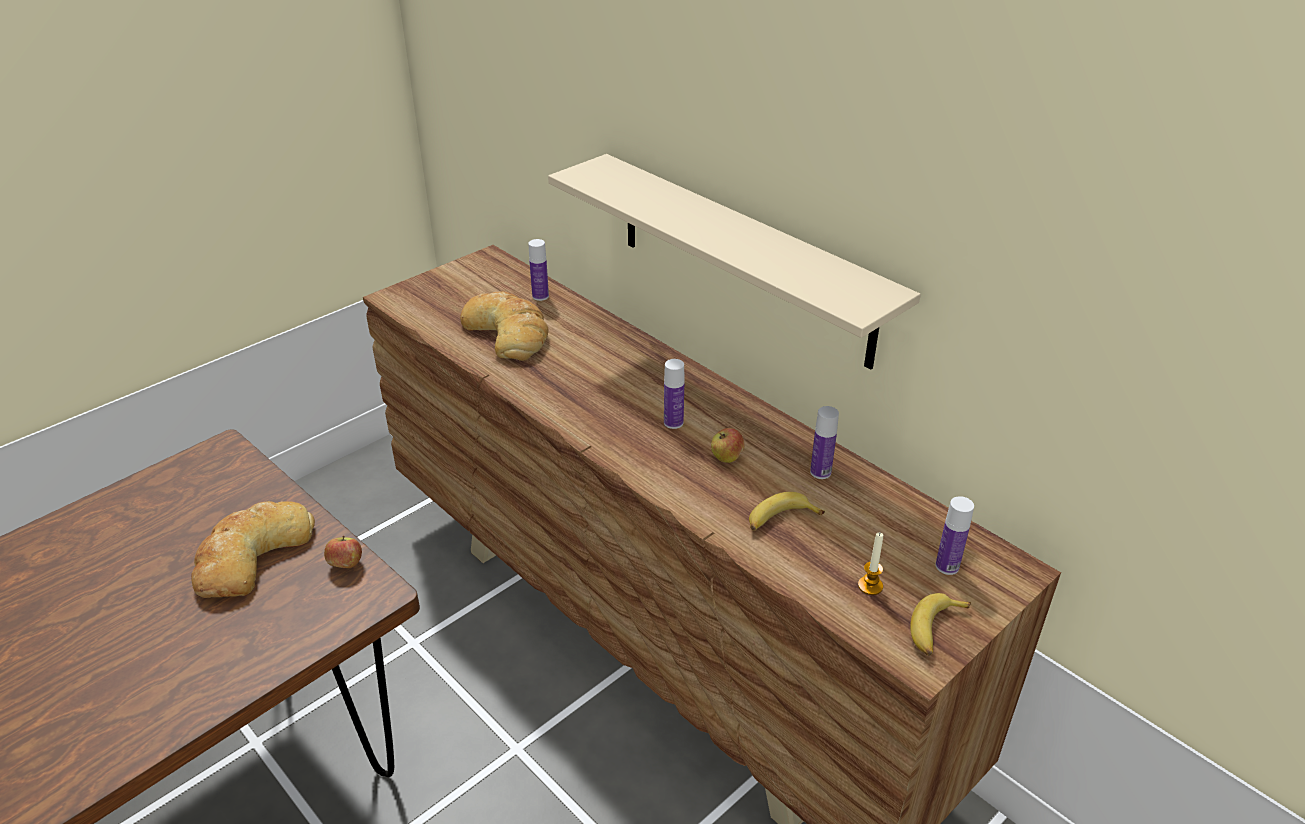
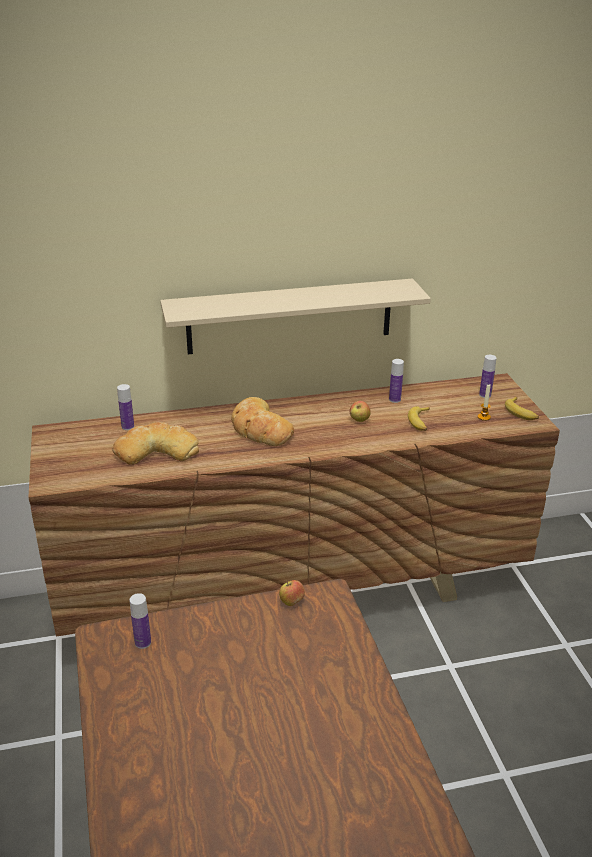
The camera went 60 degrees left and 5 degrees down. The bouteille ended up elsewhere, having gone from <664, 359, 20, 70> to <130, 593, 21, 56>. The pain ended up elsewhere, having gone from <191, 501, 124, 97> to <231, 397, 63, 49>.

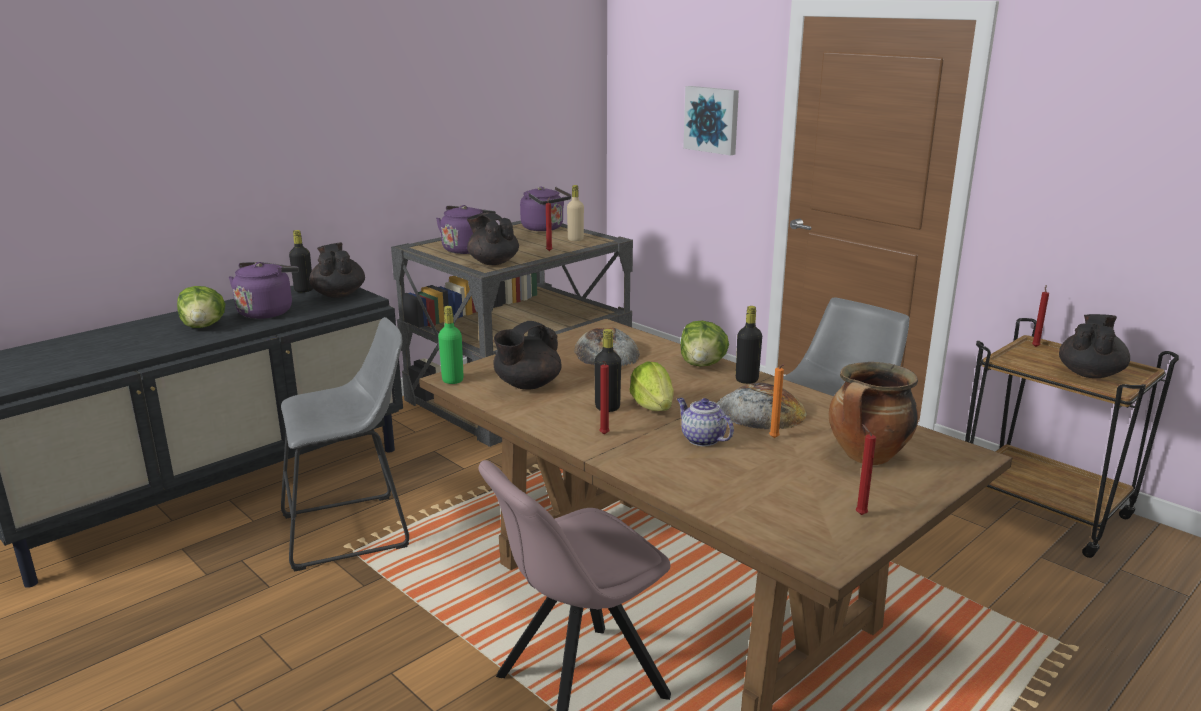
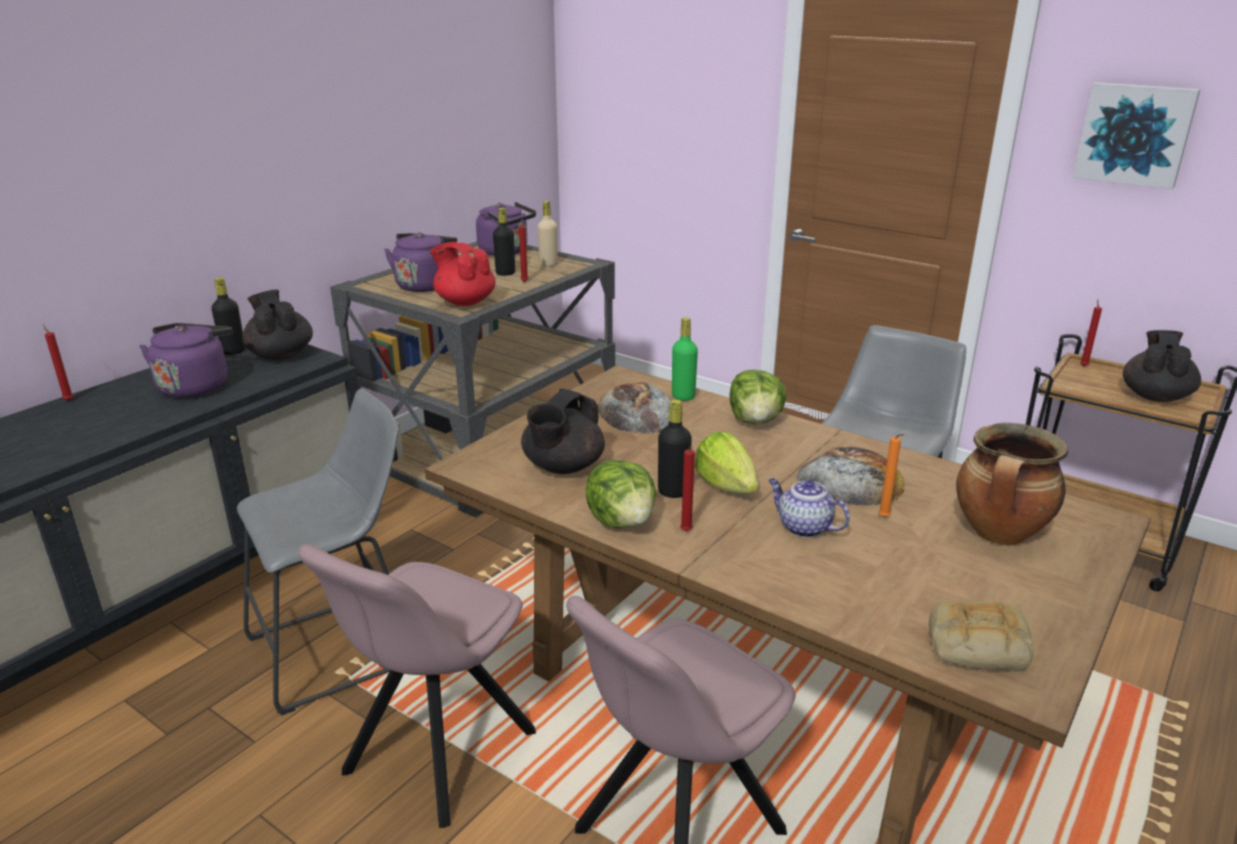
The camera went 10 degrees left and 5 degrees up. The tableau ended up elsewhere, having gone from <683, 86, 56, 70> to <1073, 82, 127, 107>. What was the théière [noir] at <467, 213, 52, 52> turned into the théière [rouge] at <430, 242, 65, 64>. The laitue ended up elsewhere, having gone from <177, 286, 48, 42> to <586, 460, 70, 68>. The bouteille [vert] ended up elsewhere, having gone from <438, 306, 26, 78> to <672, 317, 26, 84>. The bouteille [noir] ended up elsewhere, having gone from <736, 306, 26, 78> to <493, 208, 22, 68>. The bougie [rouge] ended up elsewhere, having gone from <856, 424, 20, 91> to <42, 324, 31, 77>. The second view gained the chaise [rose] at <298, 544, 238, 284>. The second view gained the pain at <929, 601, 104, 70>.

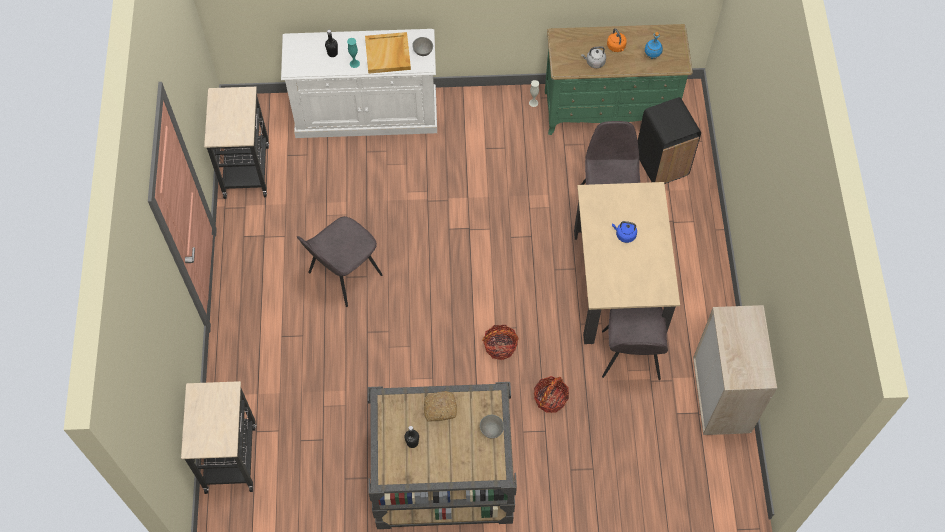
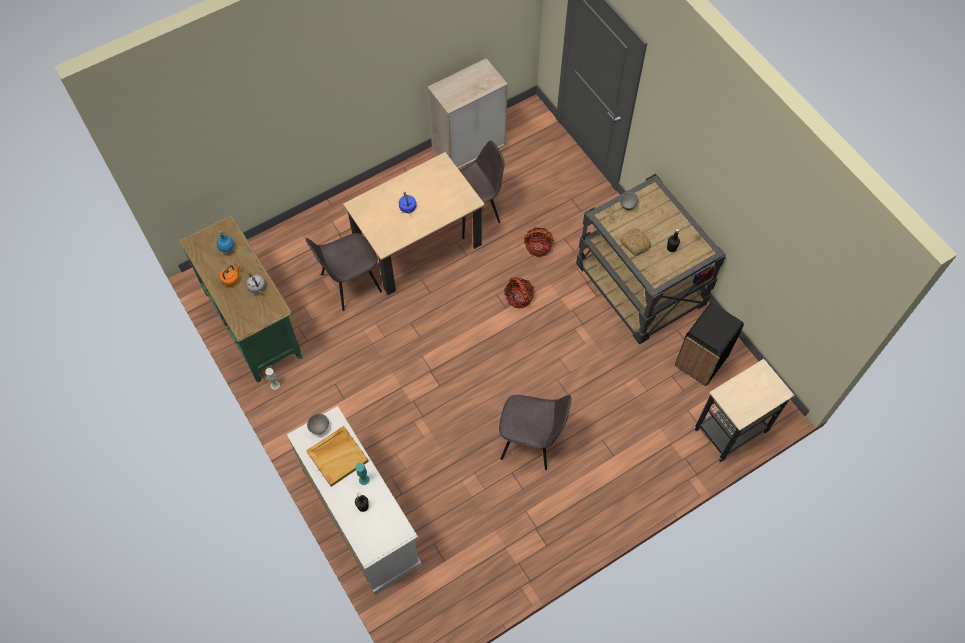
The camera went 120 degrees left and 0 degrees up. The second view lost the chariot at <204, 87, 66, 112>. The poubelle [noir] ended up elsewhere, having gone from <638, 97, 63, 87> to <675, 303, 69, 83>.

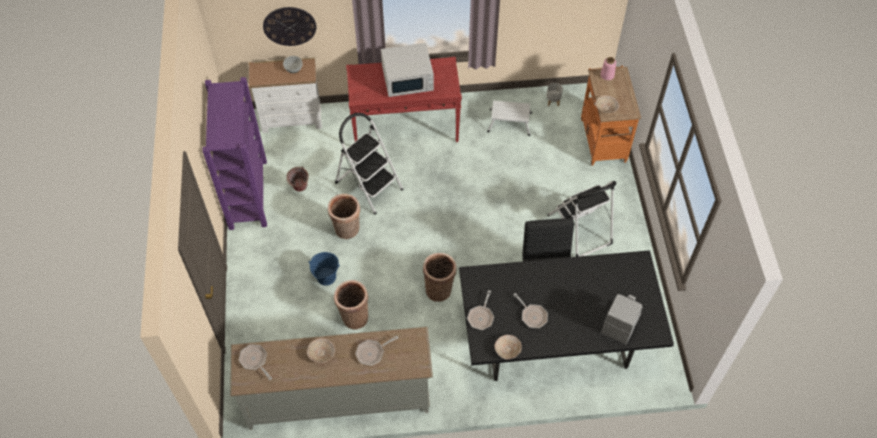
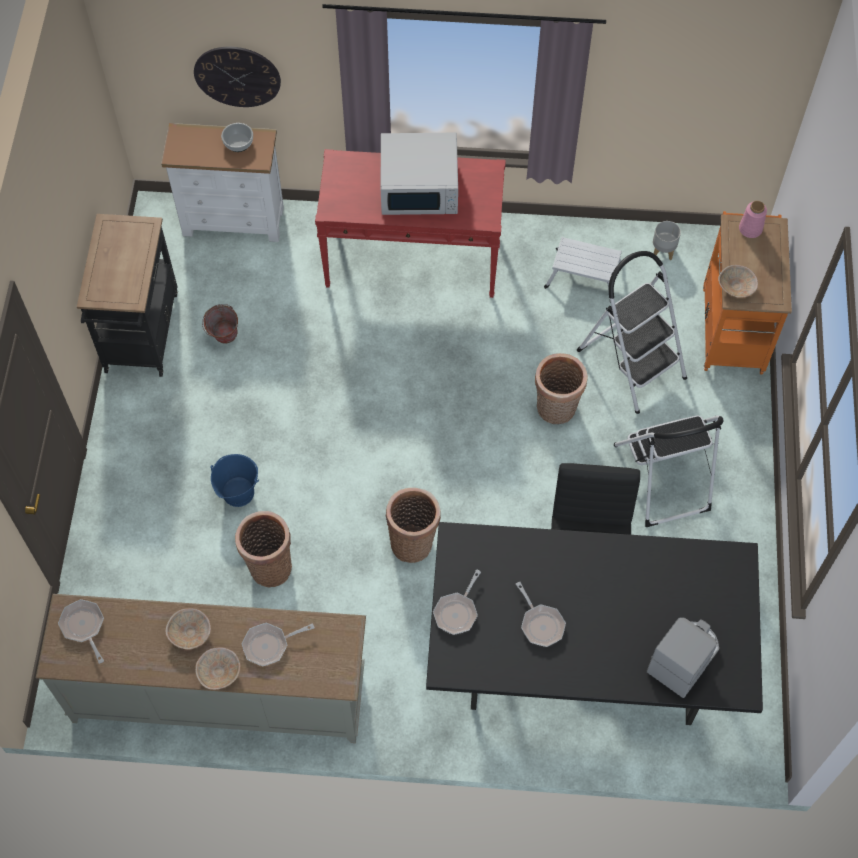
The camera went 10 degrees right and 5 degrees up. Where the bibliothèque [violet] stood at <202, 77, 65, 153>, the chariot [noir] came to stand at <77, 214, 101, 163>. The escabeau ended up elsewhere, having gone from <335, 113, 68, 101> to <577, 251, 110, 163>. The panier ended up elsewhere, having gone from <328, 194, 32, 45> to <535, 353, 53, 71>. The bol [beige] ended up elsewhere, having gone from <495, 335, 27, 24> to <195, 647, 45, 43>.

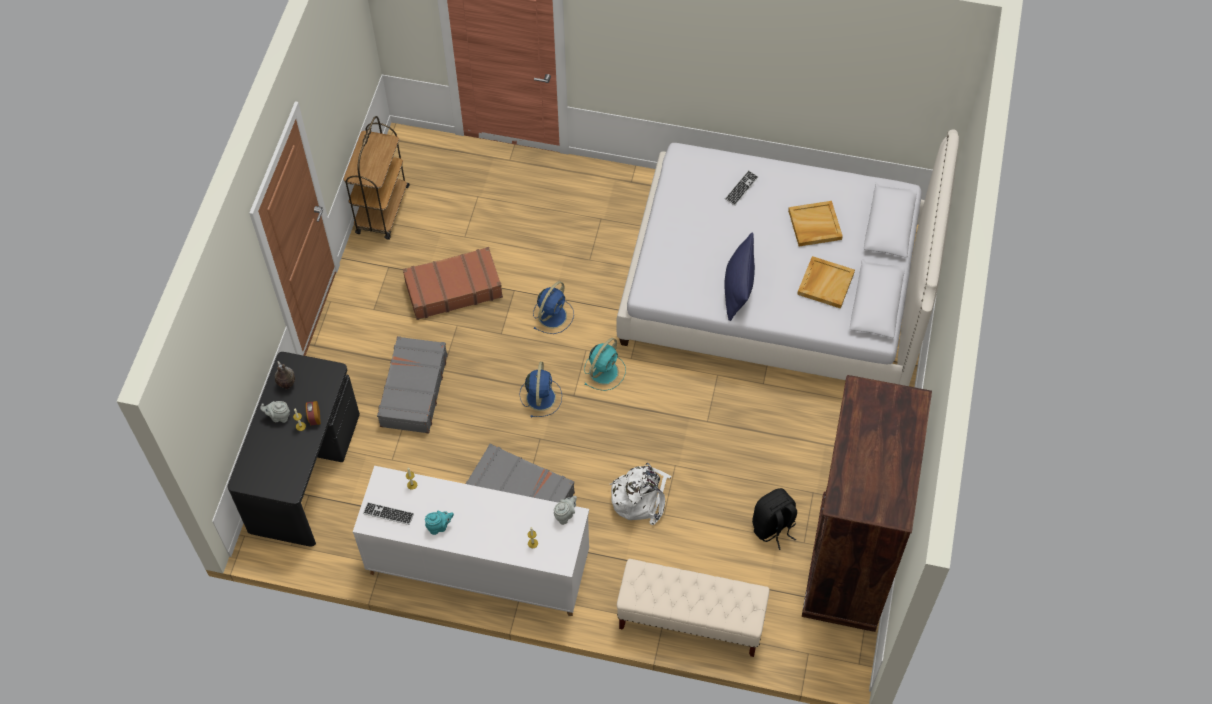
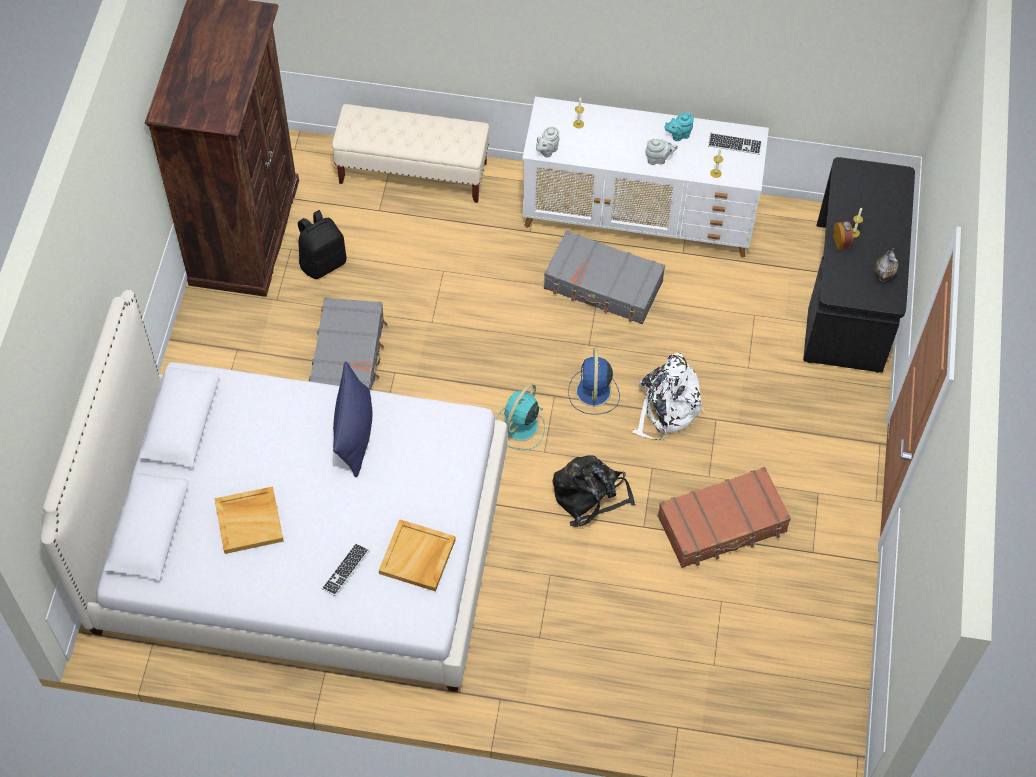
The camera went 175 degrees right and 0 degrees up. The second view lost the chariot [marron] at <343, 116, 66, 124>. The plateau [beige] ended up elsewhere, having gone from <797, 256, 58, 53> to <379, 519, 77, 72>. Where the ventilateur [bleu] stood at <533, 281, 41, 53>, the sac à dos [noir] came to stand at <553, 455, 82, 72>. The valise [gris] ended up elsewhere, having gone from <377, 336, 71, 97> to <309, 297, 78, 93>. The théière [gris] ended up elsewhere, having gone from <260, 401, 30, 22> to <645, 139, 33, 26>. The sac à dos [blanc] ended up elsewhere, having gone from <609, 463, 63, 62> to <632, 353, 73, 88>.

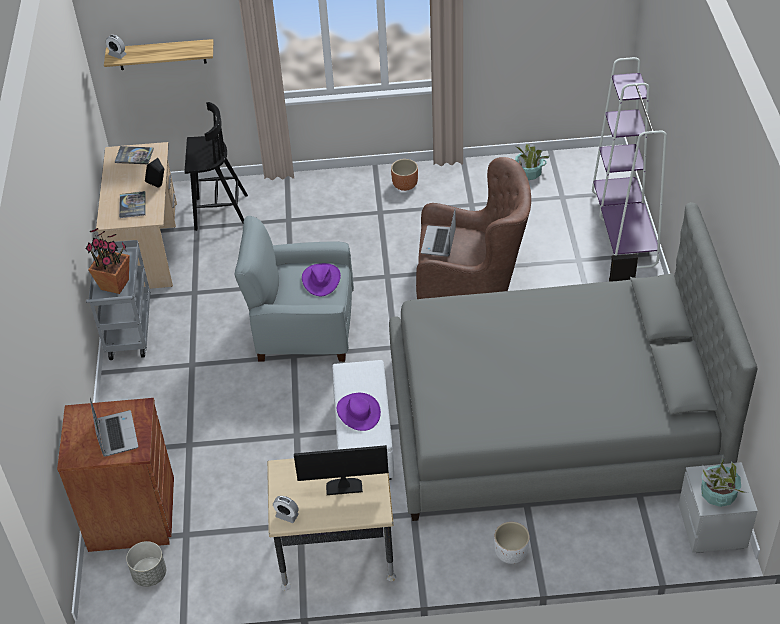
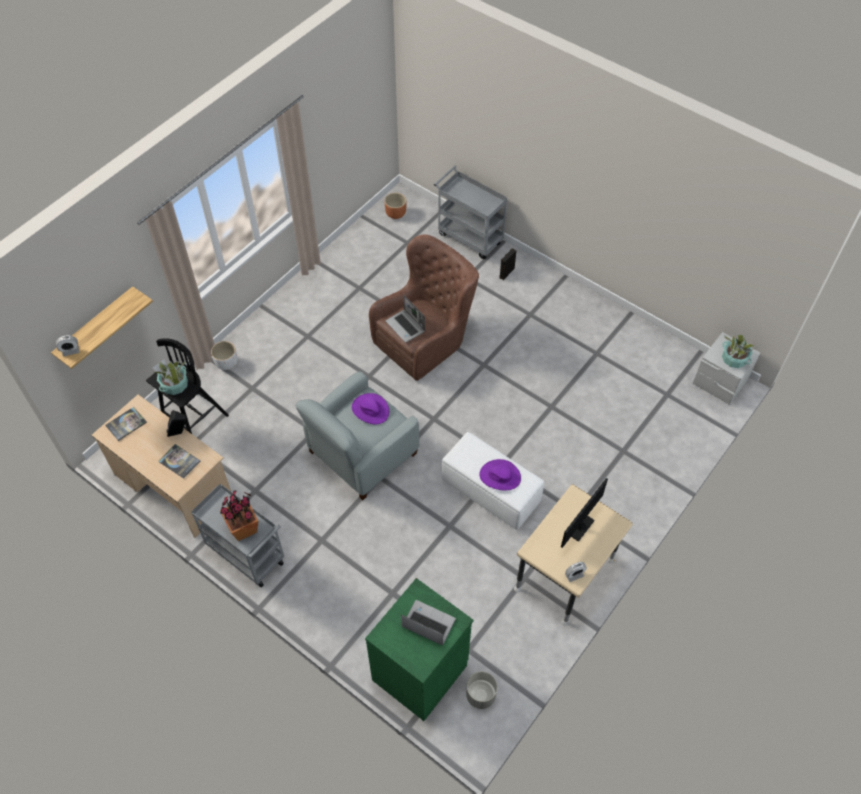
The camera went 50 degrees left and 10 degrees up. Where the portant [violet] stood at <592, 57, 75, 211>, the chariot [gris] came to stand at <434, 165, 73, 94>. The plante en pot ended up elsewhere, having gone from <515, 144, 35, 36> to <152, 360, 36, 35>. The cache-pot [marron] ended up elsewhere, having gone from <391, 159, 27, 32> to <385, 193, 22, 26>. The second view lost the lit [gris] at <389, 202, 369, 319>. What was the commode [marron] at <57, 398, 117, 154> turned into the commode [vert] at <365, 578, 108, 143>. The cache-pot [blanc] ended up elsewhere, having gone from <494, 522, 36, 42> to <211, 341, 26, 29>.

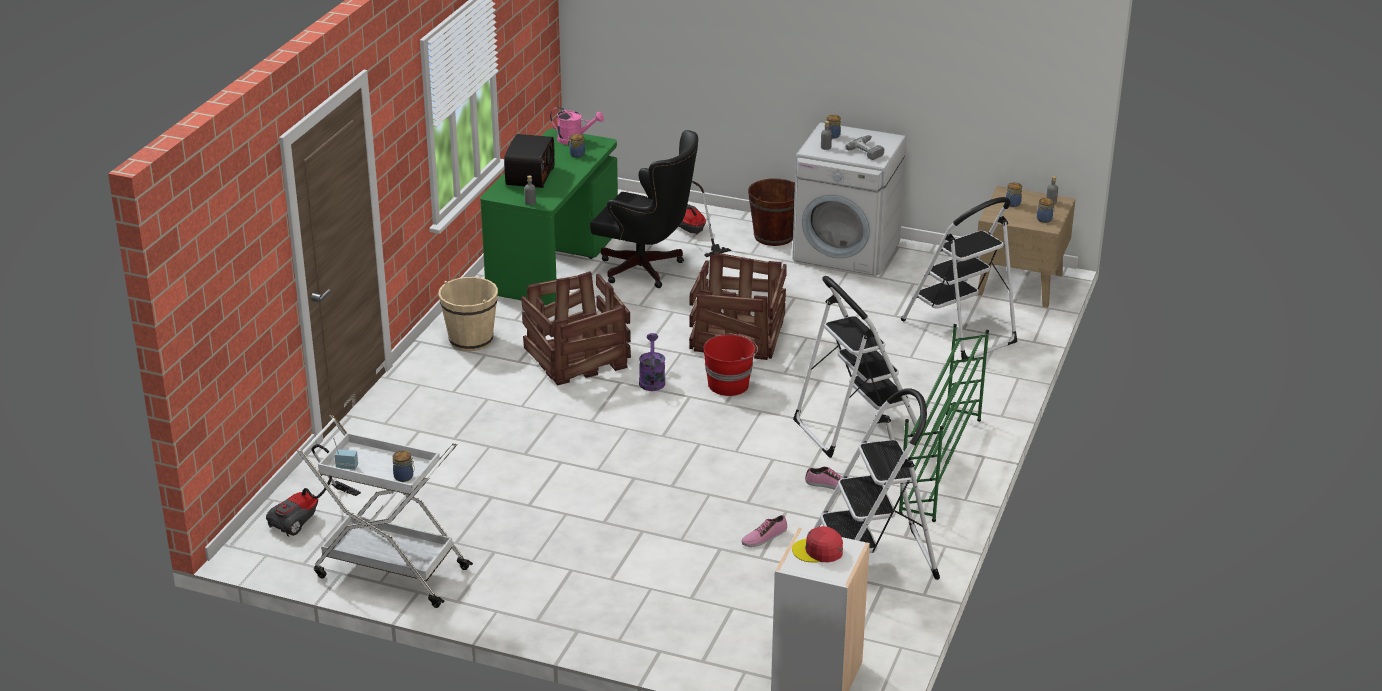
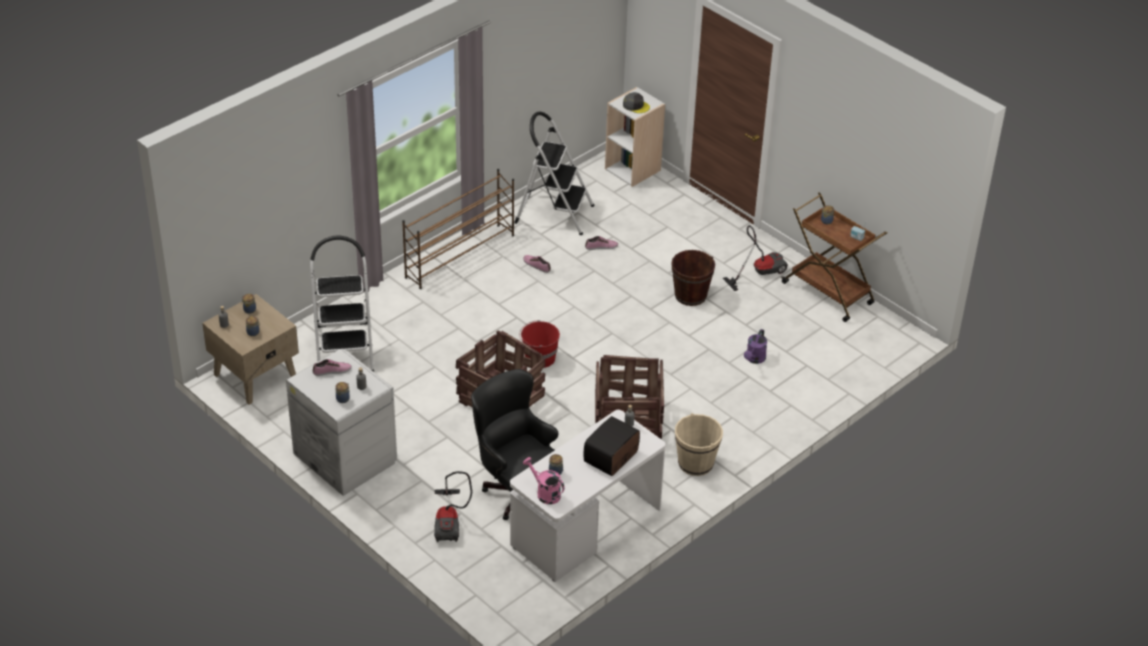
The camera went 155 degrees left and 10 degrees up. What was the bureau [vert] at <480, 129, 138, 176> turned into the bureau [blanc] at <510, 410, 156, 172>. Where the perceuse stood at <846, 135, 38, 25>, the chaussure came to stand at <313, 359, 39, 17>. The seau [marron] ended up elsewhere, having gone from <748, 178, 47, 68> to <671, 250, 44, 56>. The second view lost the escabeau at <793, 276, 124, 182>. What was the étagère à chaussures [vert] at <899, 324, 90, 198> turned into the étagère à chaussures [marron] at <402, 169, 112, 120>. The arrosoir [violet] ended up elsewhere, having gone from <639, 333, 26, 58> to <744, 329, 23, 35>. What was the chariot [blanc] at <297, 415, 176, 193> turned into the chariot [marron] at <780, 192, 107, 130>. The aspirateur ended up elsewhere, having gone from <266, 444, 95, 93> to <723, 225, 65, 66>. What was the casquette [rouge] at <792, 526, 51, 36> turned into the casquette [gris] at <623, 92, 27, 21>.

